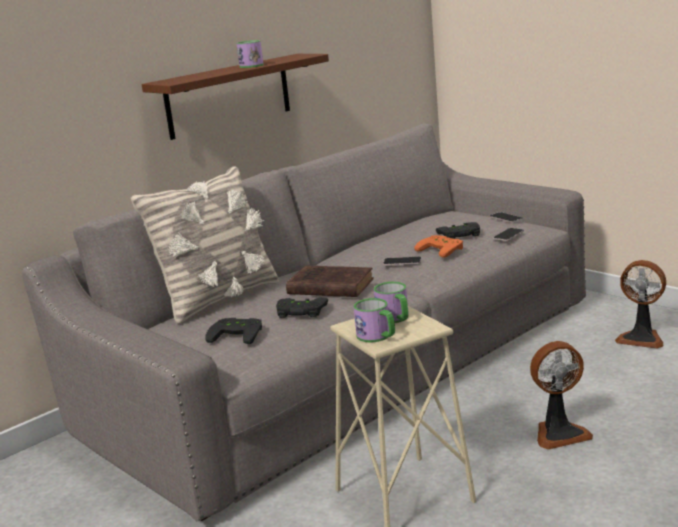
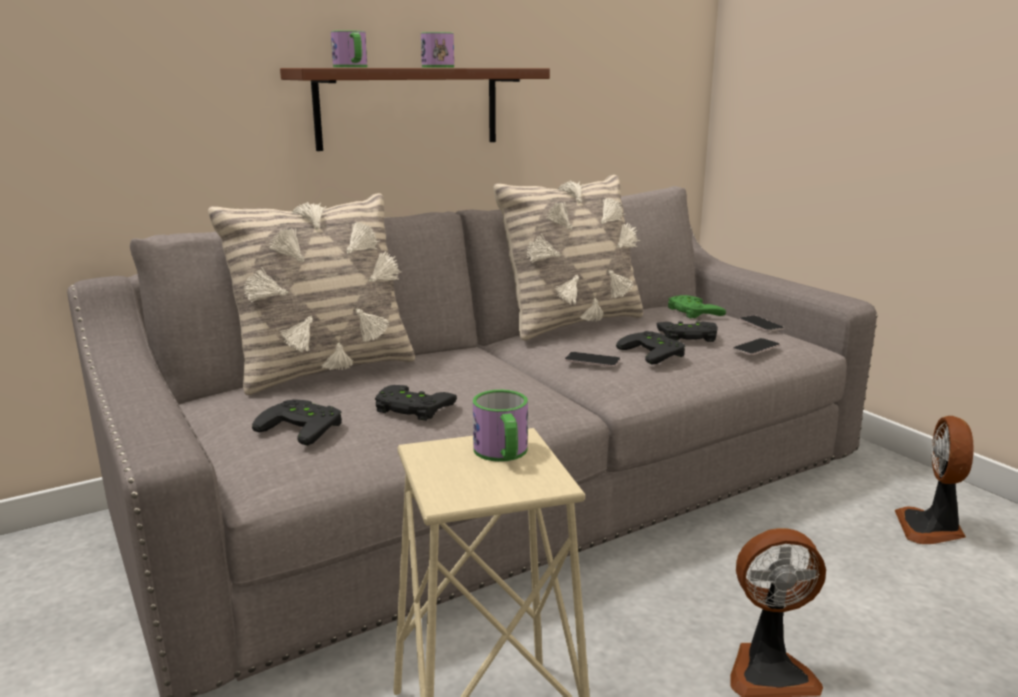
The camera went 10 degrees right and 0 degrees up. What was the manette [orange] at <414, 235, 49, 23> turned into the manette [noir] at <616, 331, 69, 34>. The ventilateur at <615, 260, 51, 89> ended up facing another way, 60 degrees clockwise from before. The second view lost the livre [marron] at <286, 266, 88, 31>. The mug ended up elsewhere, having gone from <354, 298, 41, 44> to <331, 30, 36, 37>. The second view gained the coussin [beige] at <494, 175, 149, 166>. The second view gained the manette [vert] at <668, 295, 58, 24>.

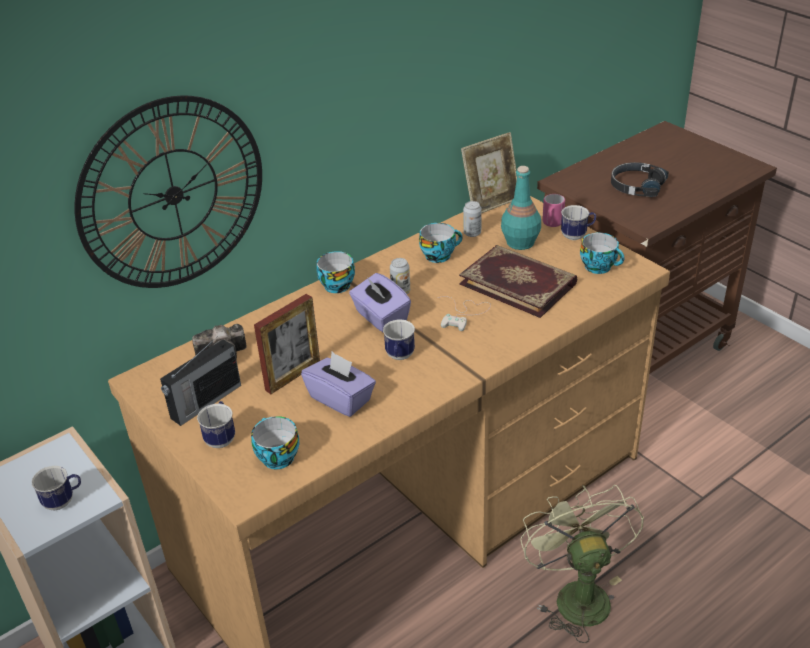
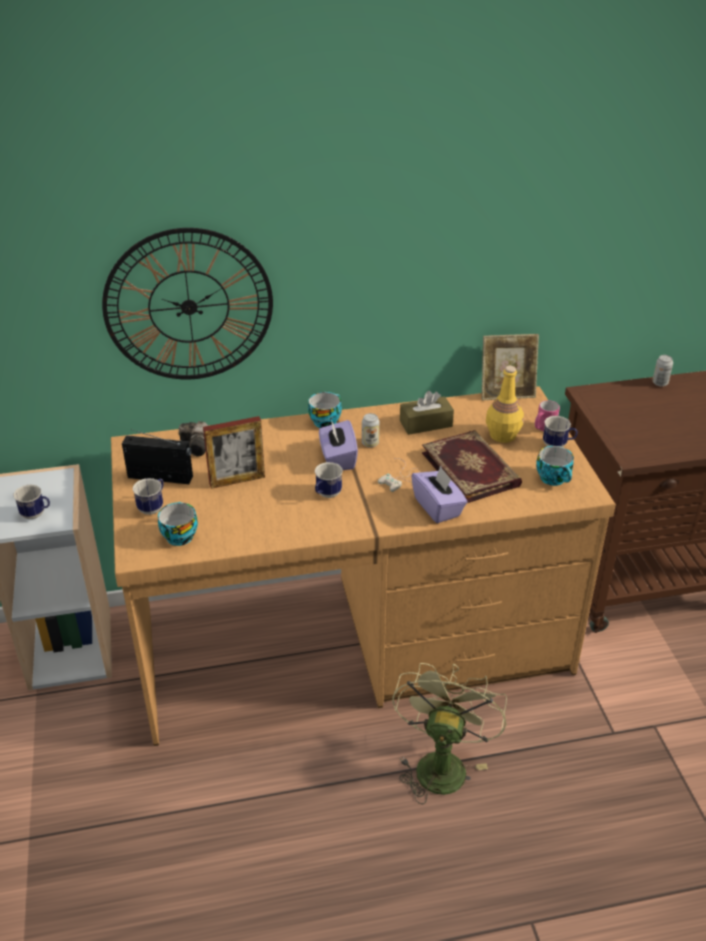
The camera went 25 degrees right and 0 degrees up. The second view lost the casque audio [noir] at <611, 162, 58, 35>. What was the bouteille [turquoise] at <501, 166, 40, 84> turned into the bouteille [jaune] at <486, 366, 38, 77>. The boîte métallique ended up elsewhere, having gone from <463, 201, 19, 36> to <652, 355, 21, 31>. Where the tasse stood at <419, 223, 44, 40>, the boîte à mouchoirs [marron] came to stand at <400, 391, 54, 44>. The radio at <160, 336, 81, 90> ended up facing another way, 150 degrees counterclockwise from before. The boîte à mouchoirs [violet] ended up elsewhere, having gone from <301, 352, 75, 65> to <411, 465, 56, 58>.

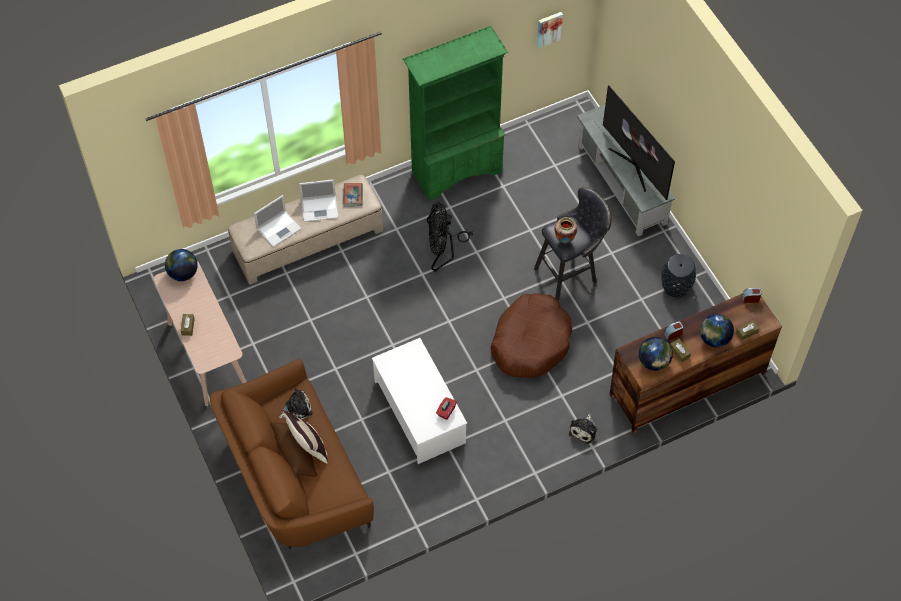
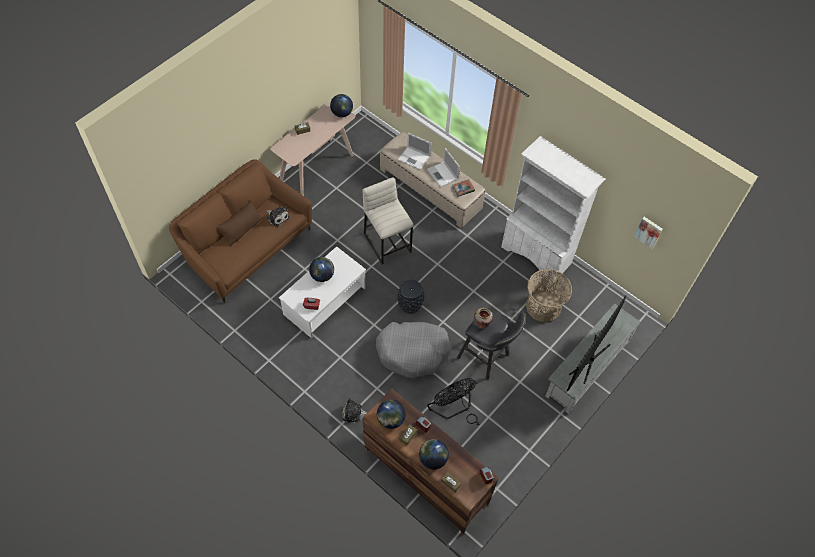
The camera went 65 degrees right and 0 degrees up. What was the bibliothèque [vert] at <403, 26, 106, 175> turned into the bibliothèque [blanc] at <501, 136, 105, 146>. The ventilateur [noir] ended up elsewhere, having gone from <427, 202, 46, 70> to <427, 378, 52, 47>. The tabouret [noir] ended up elsewhere, having gone from <661, 254, 35, 44> to <397, 280, 27, 34>. What was the panier pour chien [marron] at <490, 293, 82, 85> turned into the panier pour chien [gris] at <376, 322, 76, 56>. The second view lost the coussin at <283, 410, 45, 53>. The second view gained the tabouret [beige] at <362, 177, 51, 87>. The second view gained the globe at <309, 257, 25, 25>. The second view gained the panier at <526, 269, 46, 53>.

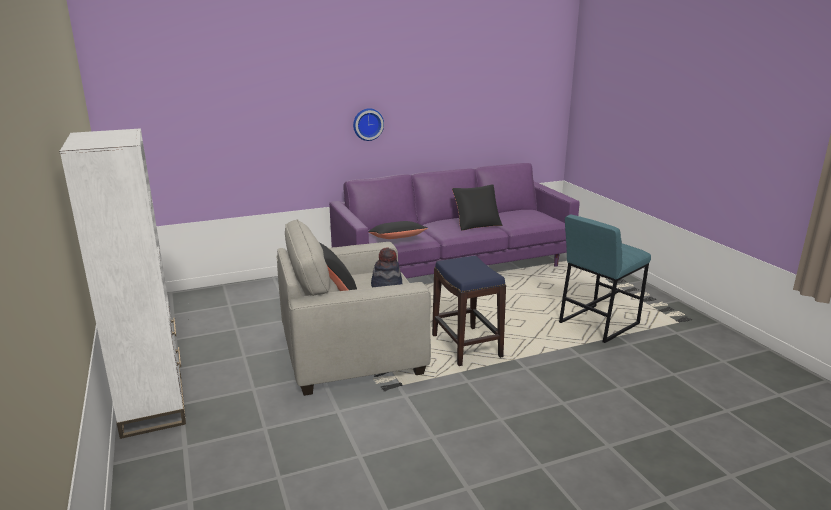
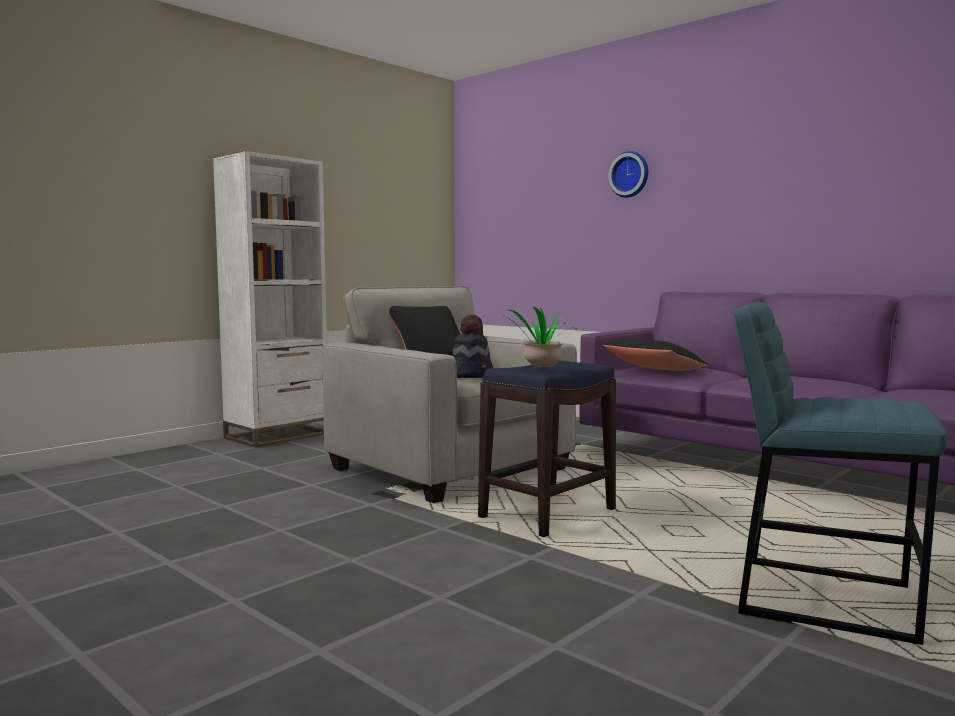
The camera went 65 degrees right and 15 degrees down. The horloge murale ended up elsewhere, having gone from <353, 108, 31, 33> to <608, 151, 40, 47>. The second view lost the coussin [noir] at <452, 184, 51, 47>. The second view gained the plante en pot at <505, 307, 73, 61>.

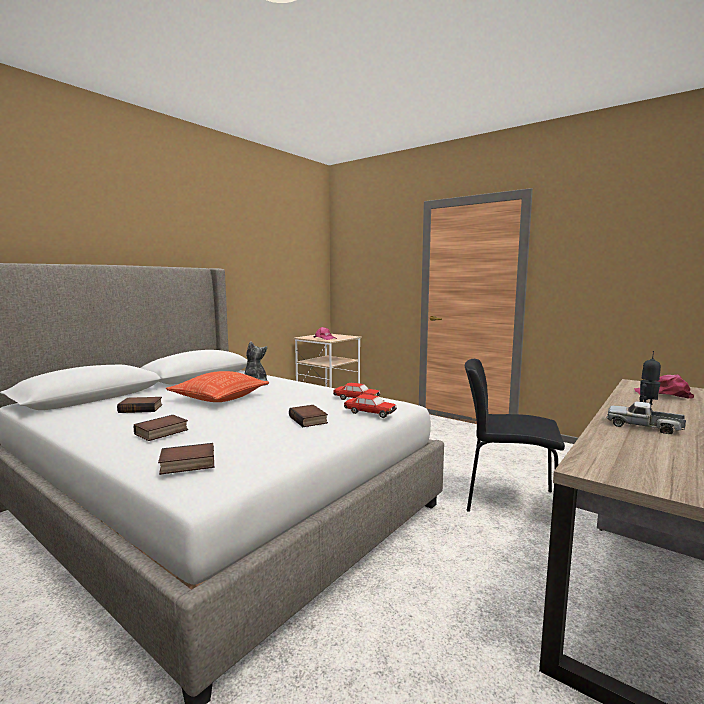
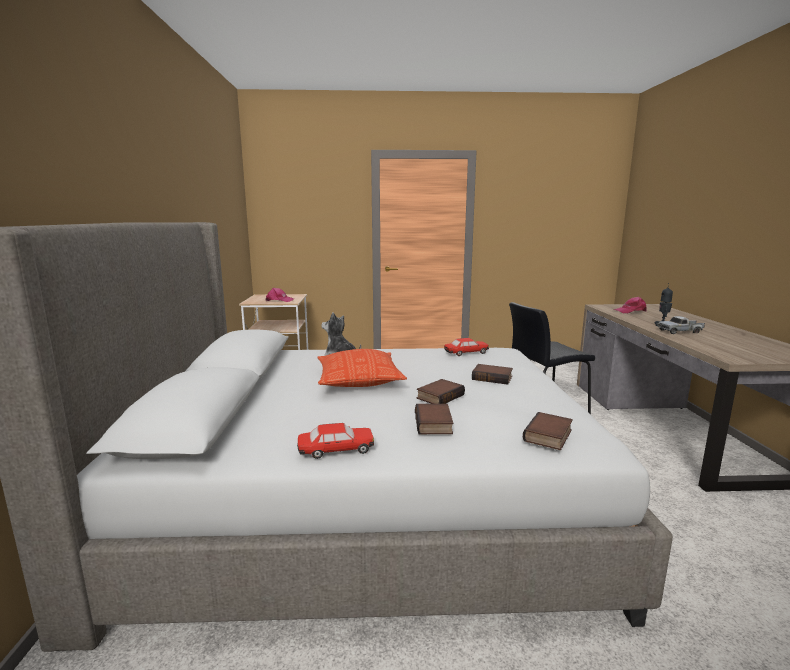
The camera went 40 degrees left and 5 degrees up. The petite voiture ended up elsewhere, having gone from <344, 394, 53, 24> to <297, 423, 77, 36>. The livre ended up elsewhere, having gone from <117, 397, 46, 16> to <417, 379, 48, 25>.

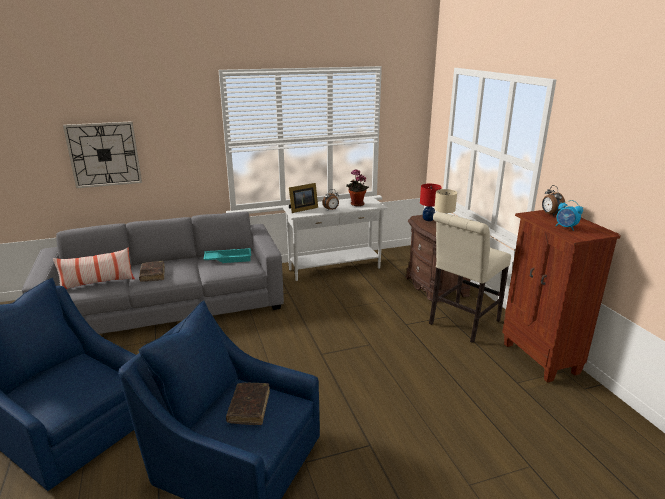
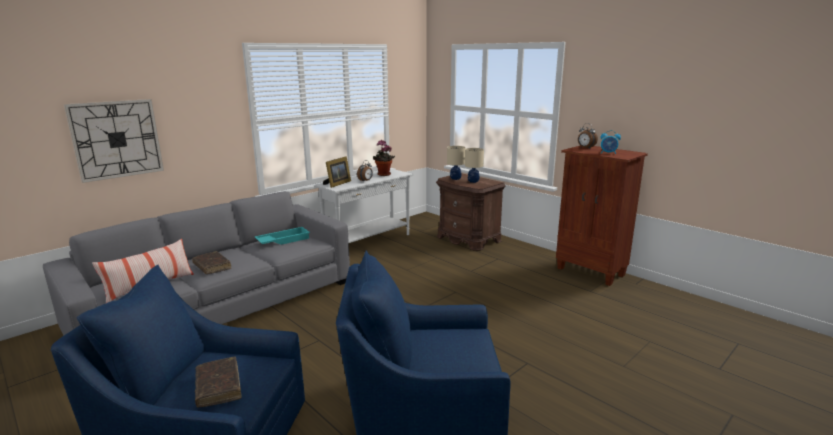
The camera went 25 degrees left and 5 degrees down. What was the lampe de table [rouge] at <420, 184, 22, 37> turned into the lampe de table [beige] at <447, 146, 19, 34>. The second view lost the tabouret [beige] at <429, 212, 82, 131>. The livre [marron] ended up elsewhere, having gone from <226, 383, 44, 42> to <195, 357, 47, 50>.

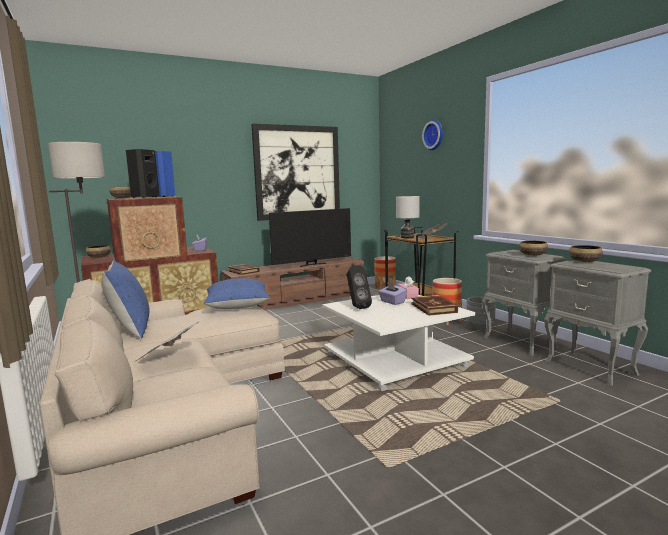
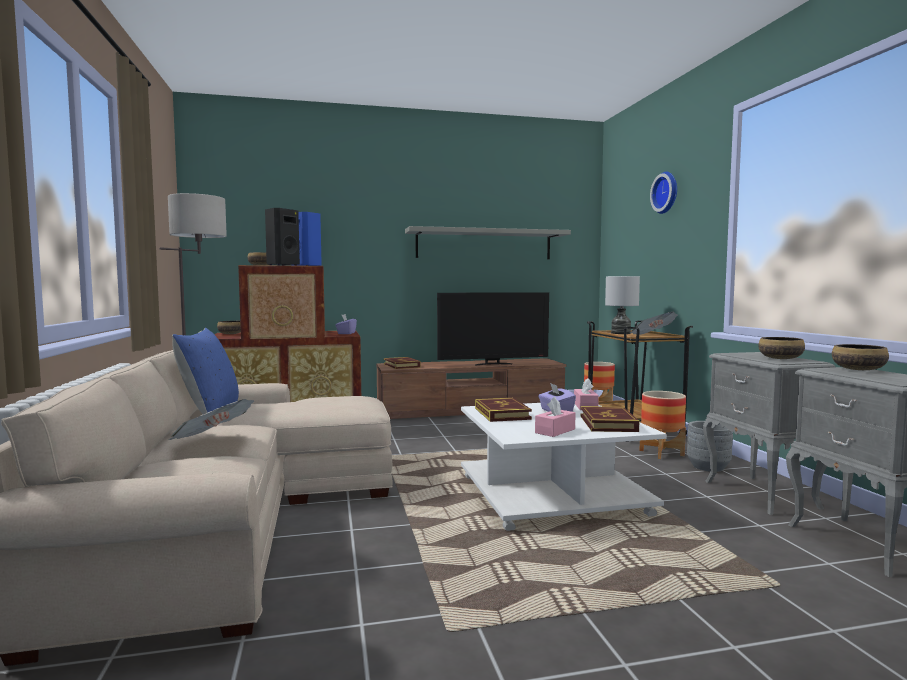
The camera went 15 degrees right and 5 degrees down. Where the tableau hung at <251, 124, 89, 97>, the étagère [gris] came to hang at <405, 226, 166, 33>. Where the enceinte [noir] stood at <347, 266, 25, 43>, the livre came to stand at <475, 398, 57, 24>. The second view lost the coussin [bleu] at <203, 278, 67, 31>. The second view gained the boîte à mouchoirs [rose] at <535, 397, 40, 40>.

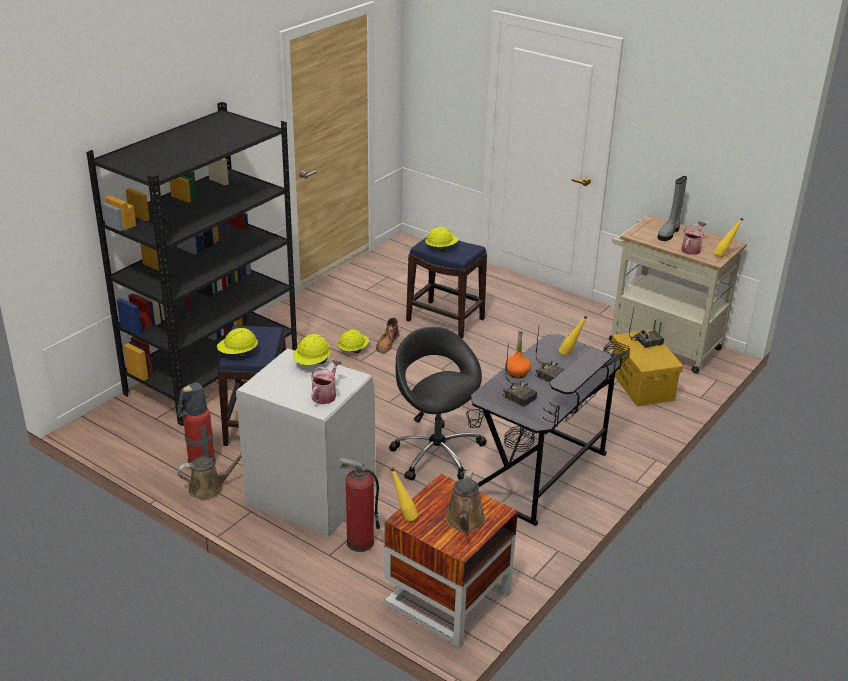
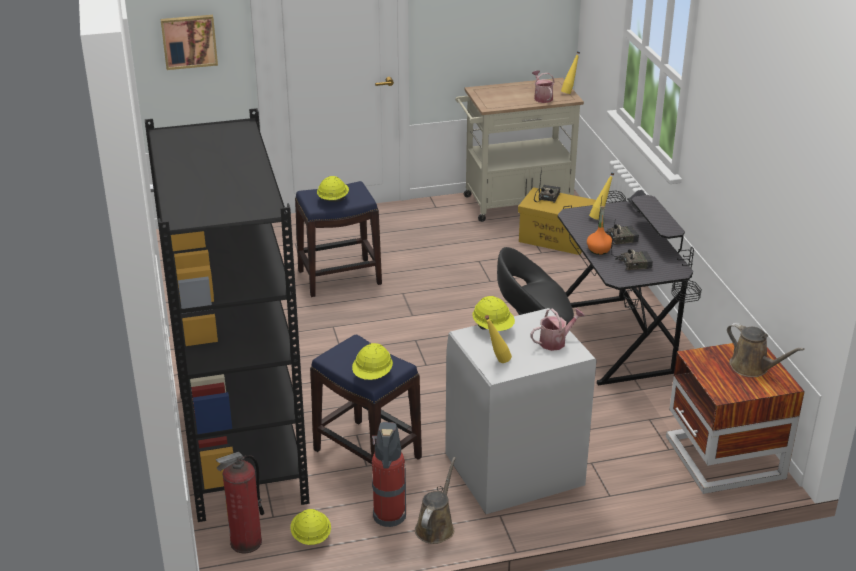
The camera went 50 degrees left and 0 degrees up. The second view lost the botte [gris] at <657, 176, 30, 65>. The second view lost the botte [marron] at <376, 318, 23, 35>. The casque de chantier [jaune] ended up elsewhere, having gone from <338, 329, 31, 24> to <290, 509, 41, 36>. The arrosoir at <311, 360, 31, 44> ended up facing another way, 90 degrees clockwise from before. The extincteur ended up elsewhere, having gone from <340, 457, 40, 95> to <215, 452, 49, 101>. The bouteille [jaune] ended up elsewhere, having gone from <390, 467, 28, 54> to <485, 315, 27, 48>. The second view gained the tableau at <161, 15, 57, 55>.

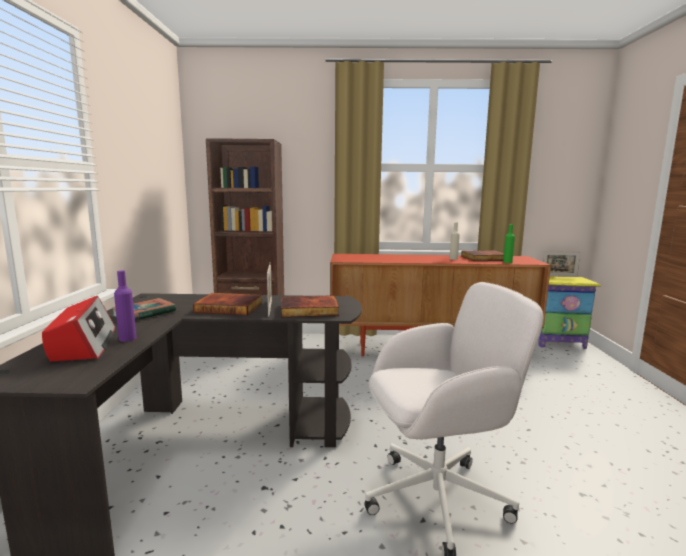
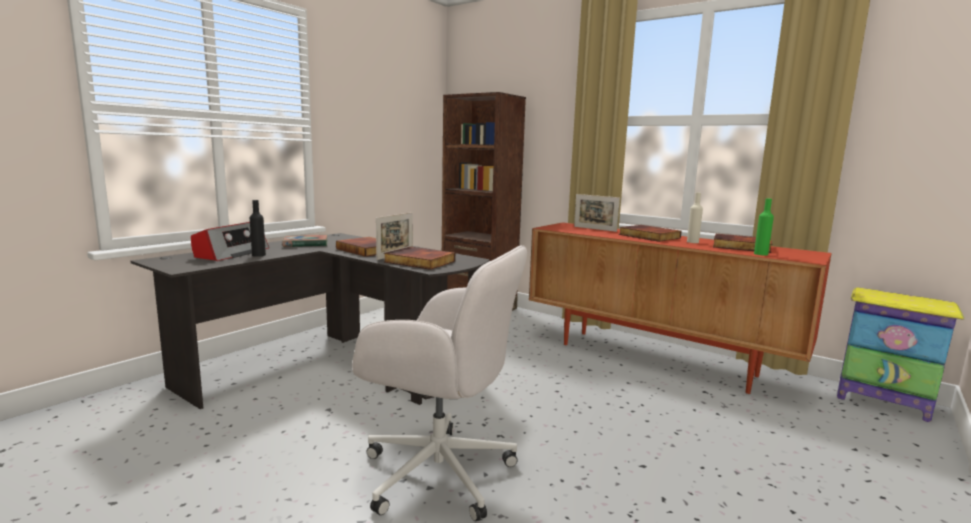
The camera went 35 degrees right and 0 degrees up. The cadre photo ended up elsewhere, having gone from <543, 251, 37, 26> to <574, 194, 46, 38>. What was the bouteille [violet] at <114, 270, 22, 72> turned into the bouteille [noir] at <250, 200, 16, 57>. The second view gained the livre at <619, 225, 62, 17>.

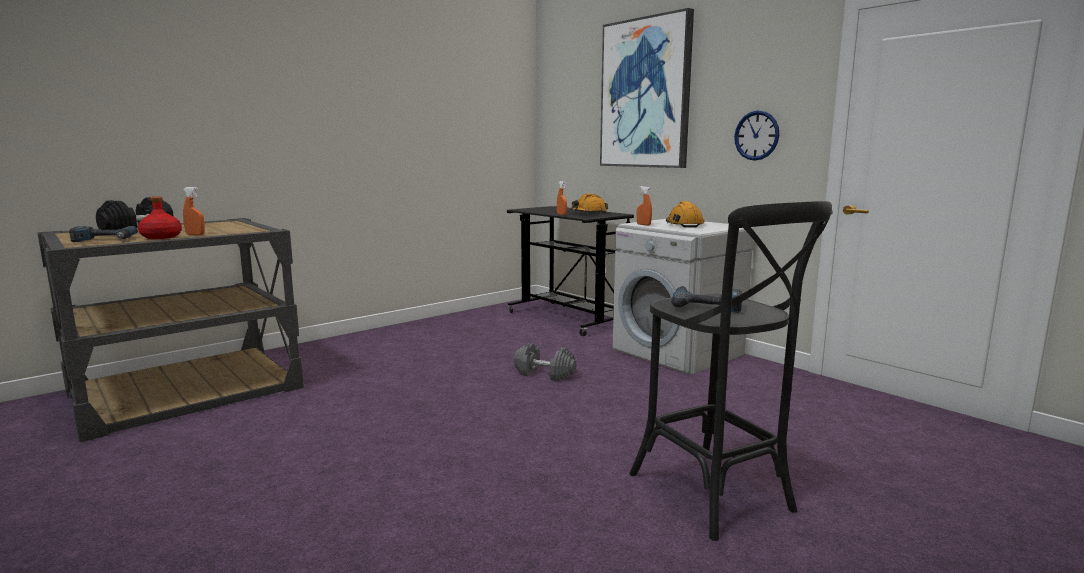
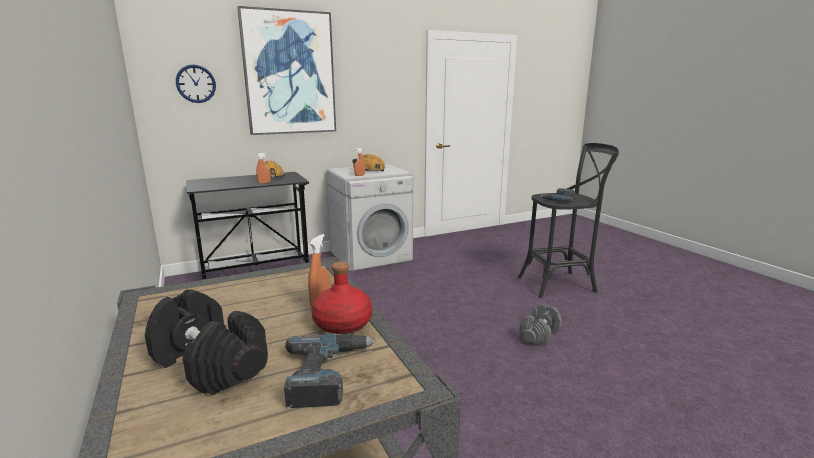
The camera went 75 degrees left and 5 degrees up. The horloge murale ended up elsewhere, having gone from <734, 111, 45, 50> to <176, 64, 40, 39>. The haltère [gris] ended up elsewhere, having gone from <513, 343, 63, 38> to <519, 304, 43, 42>.

